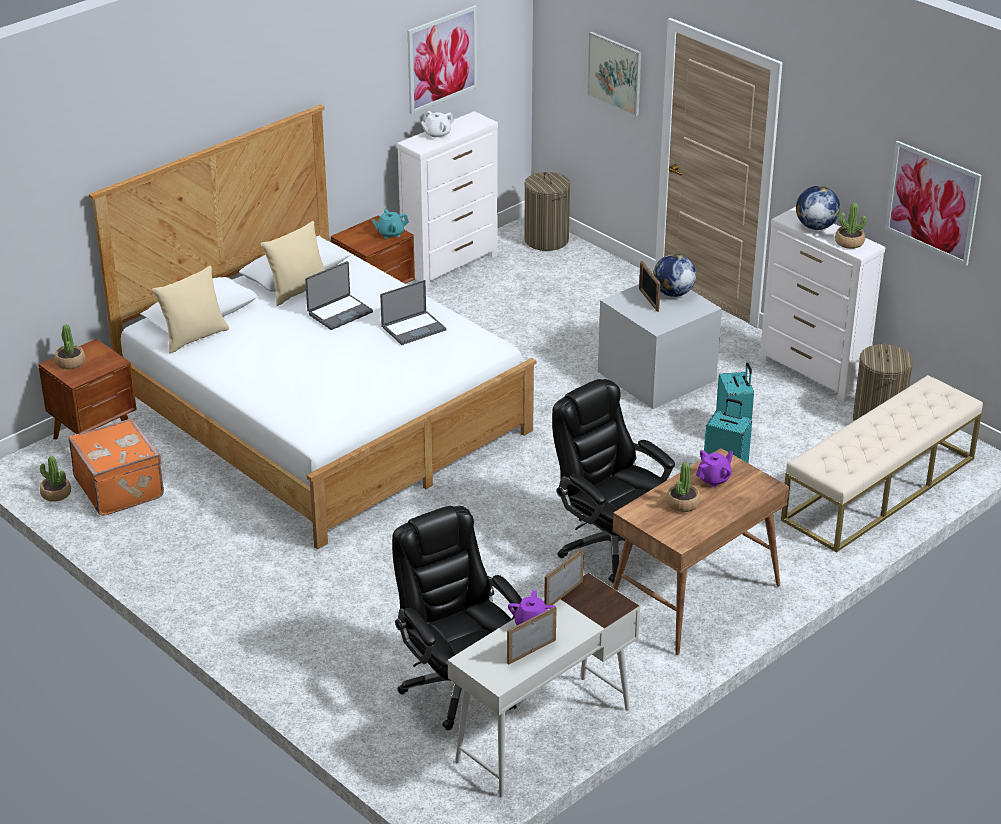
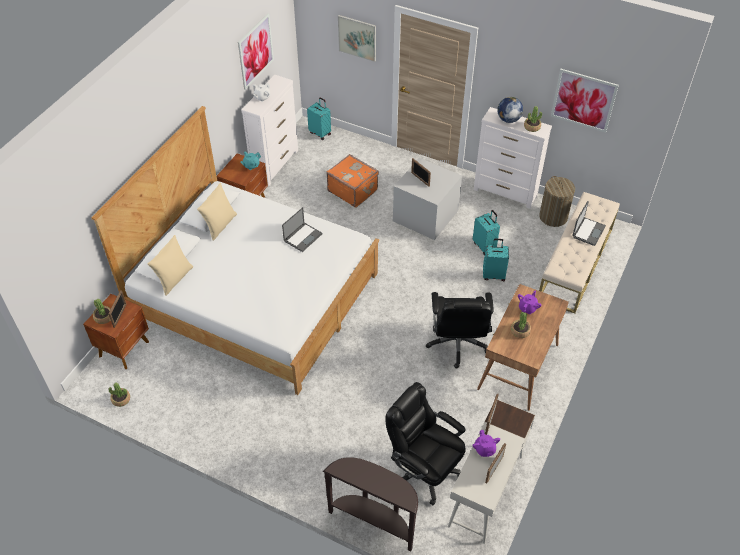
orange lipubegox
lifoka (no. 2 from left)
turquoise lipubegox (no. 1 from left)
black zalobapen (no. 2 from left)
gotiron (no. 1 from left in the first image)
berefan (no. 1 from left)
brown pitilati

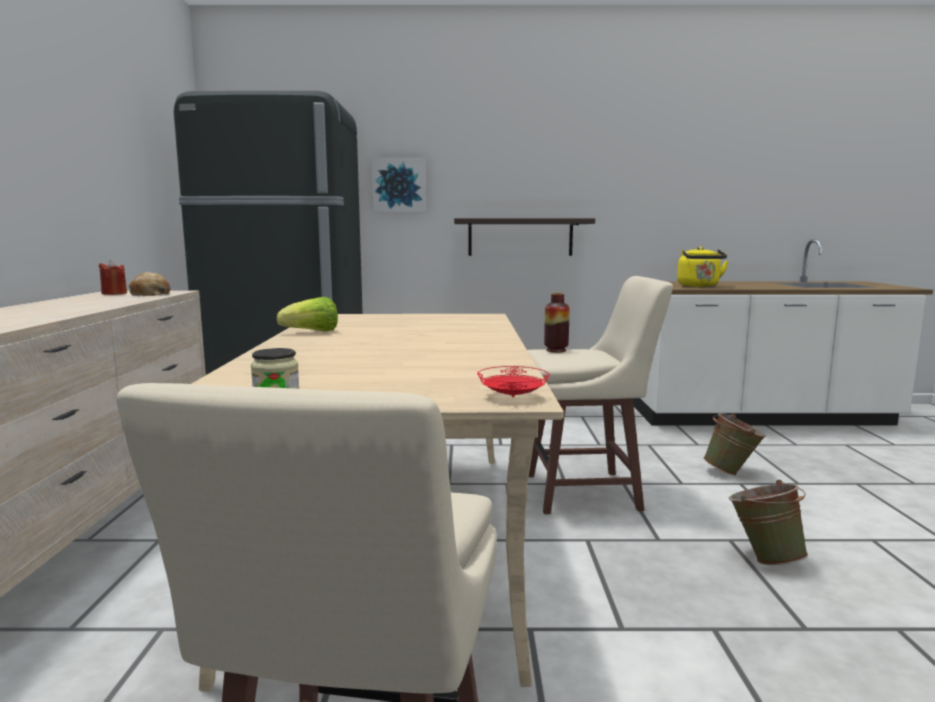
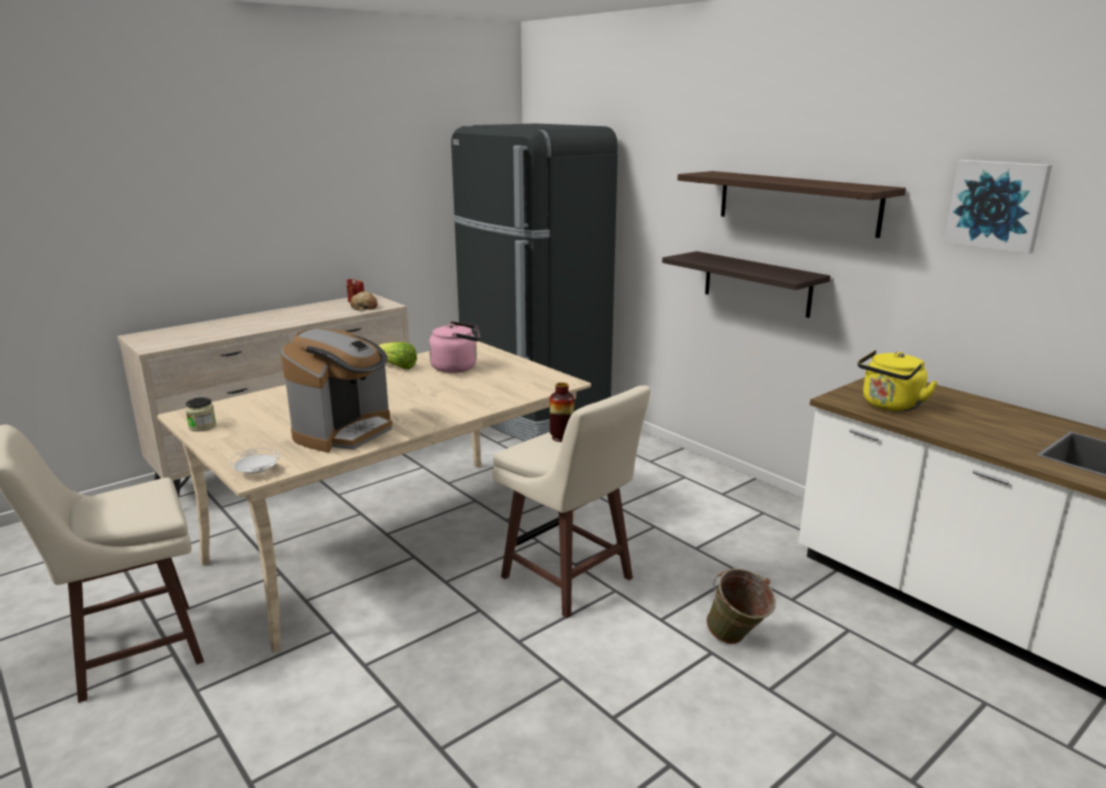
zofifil
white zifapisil
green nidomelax (no. 2 from left in the first image)
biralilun
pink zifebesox
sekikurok (no. 2 from left)

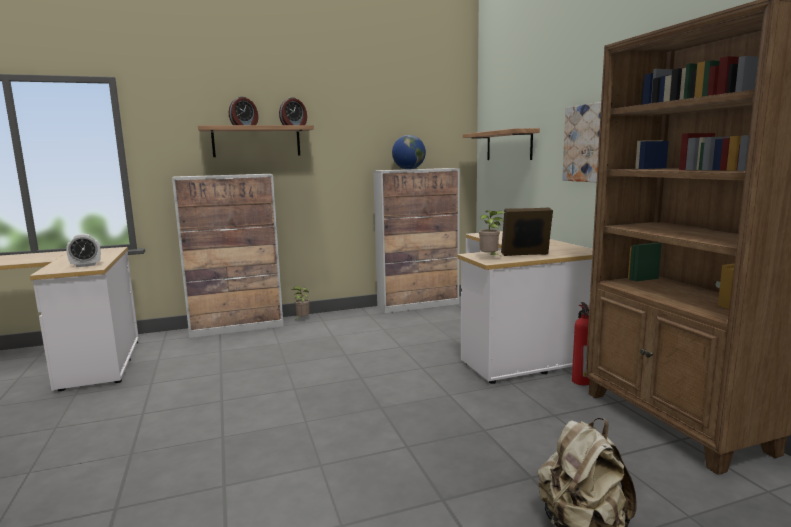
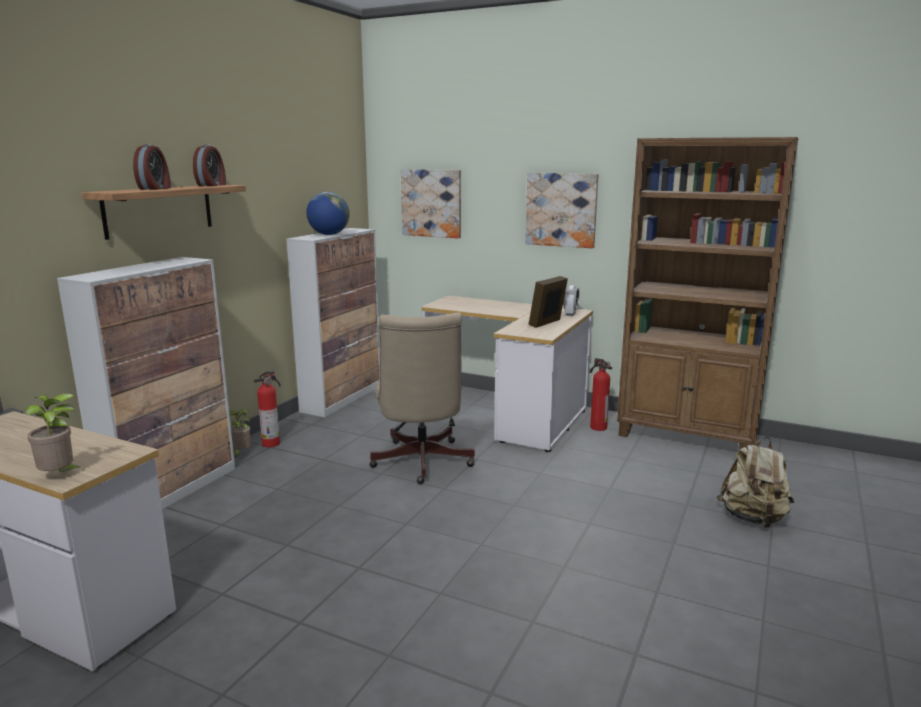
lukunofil (no. 3 from left)
zofifil (no. 1 from left)
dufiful (no. 1 from left)
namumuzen (no. 1 from left)
beige zalobapen

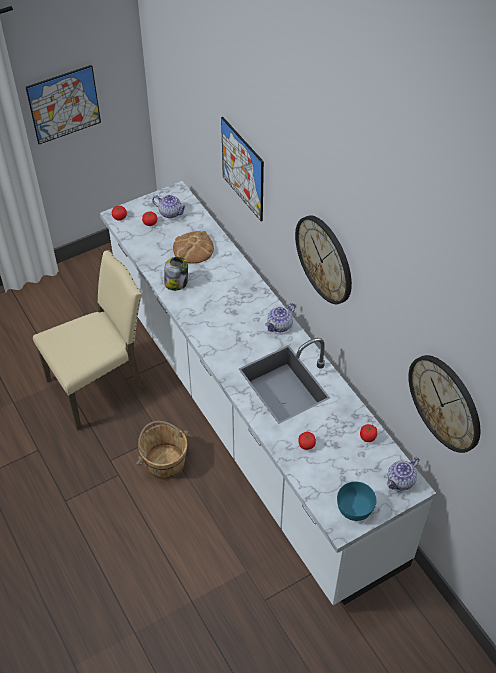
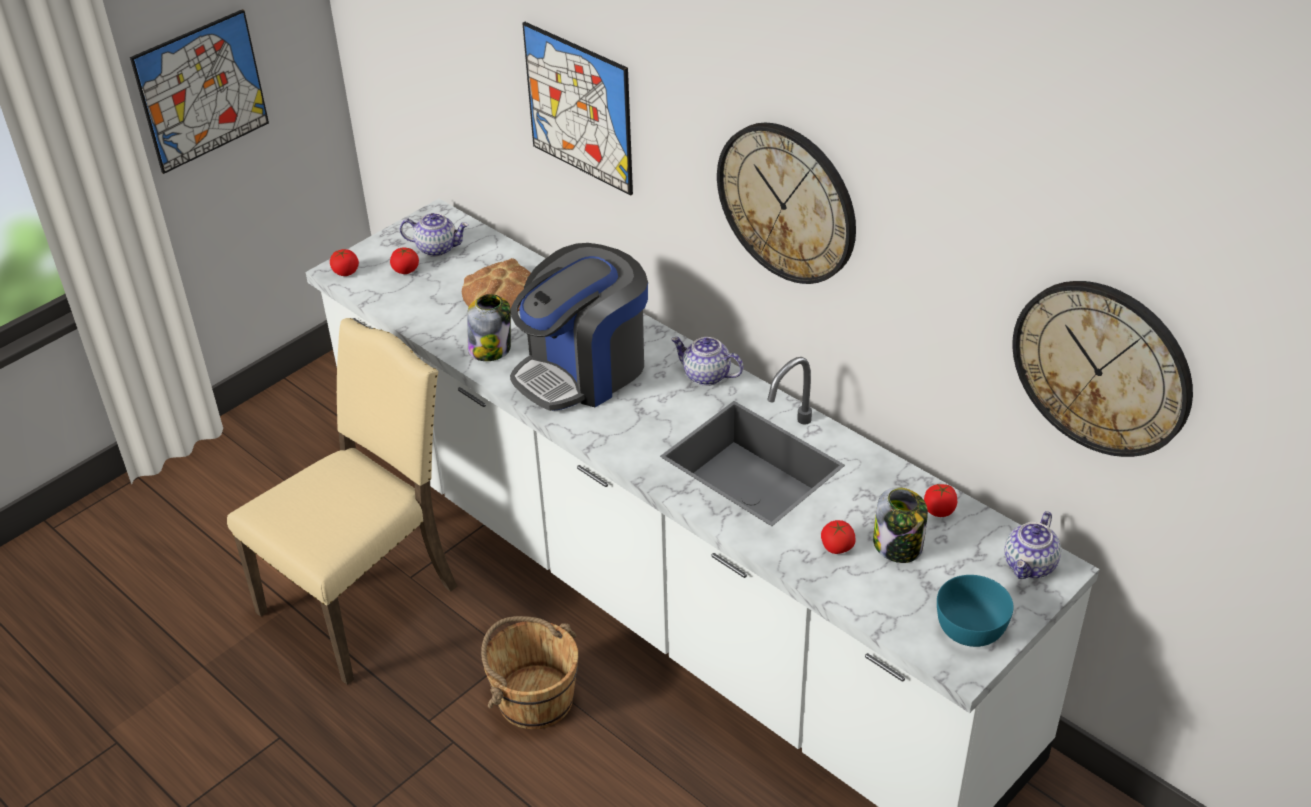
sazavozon (no. 2 from left)
biralilun
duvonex (no. 2 from left)

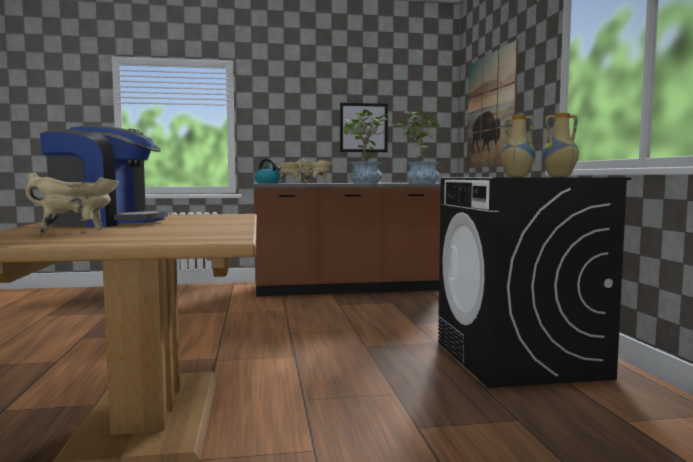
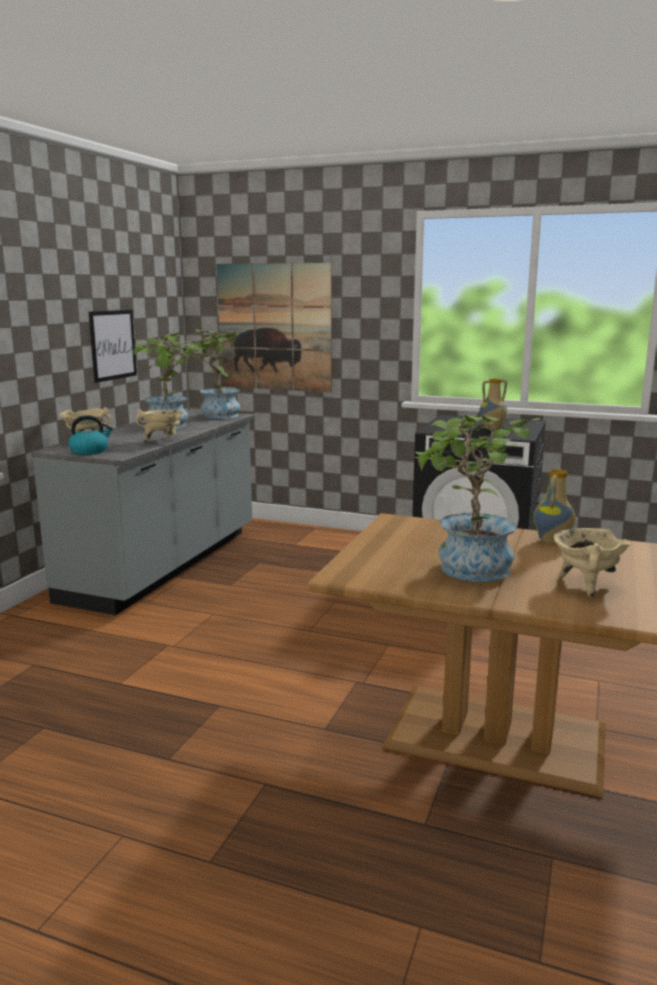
dufiful (no. 3 from left)
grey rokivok
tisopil (no. 2 from left)

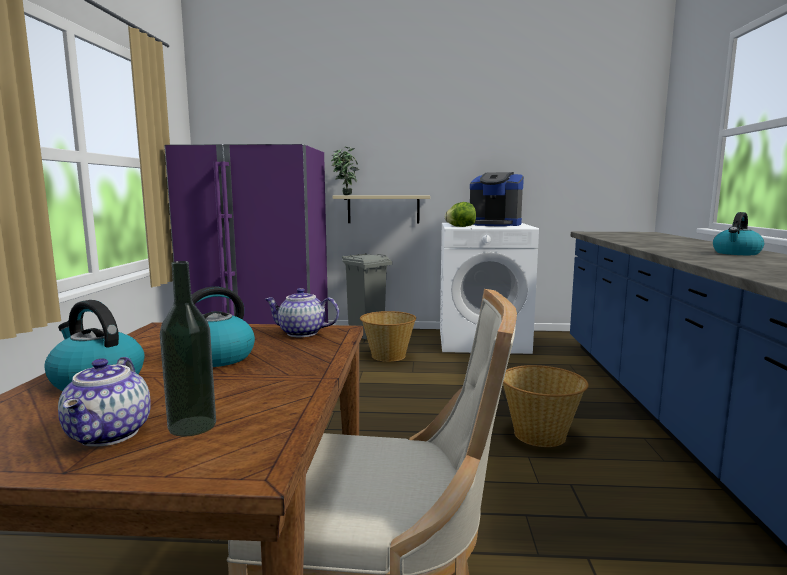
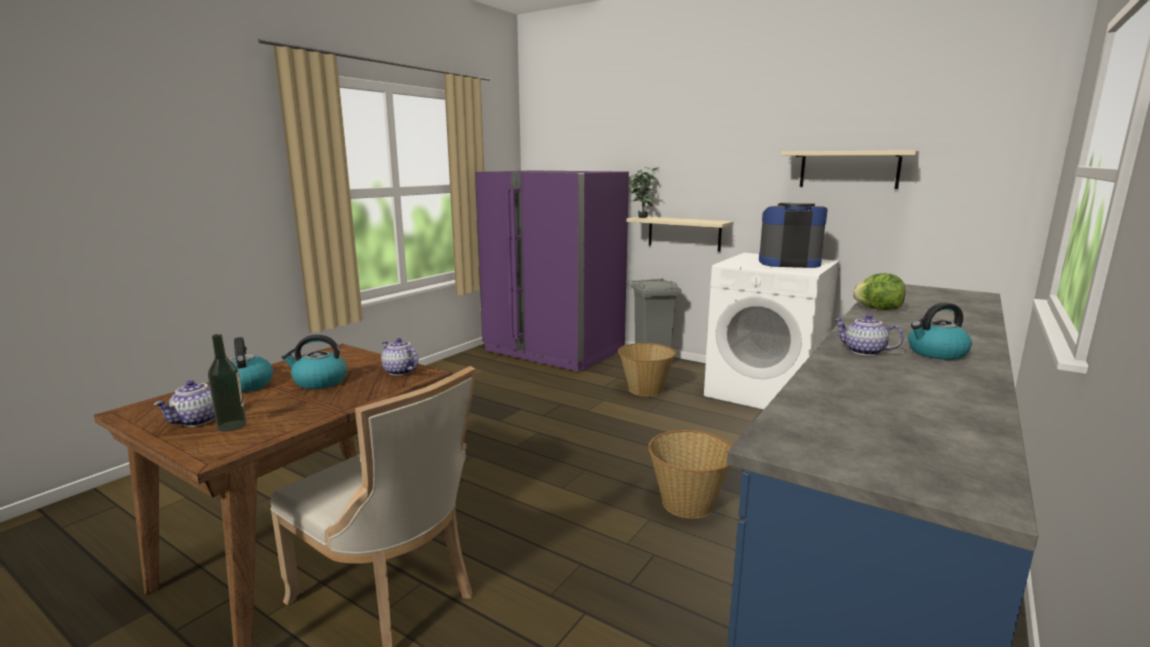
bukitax
biralilun
beige sekikurok (no. 2 from left)
sazavozon (no. 3 from left)

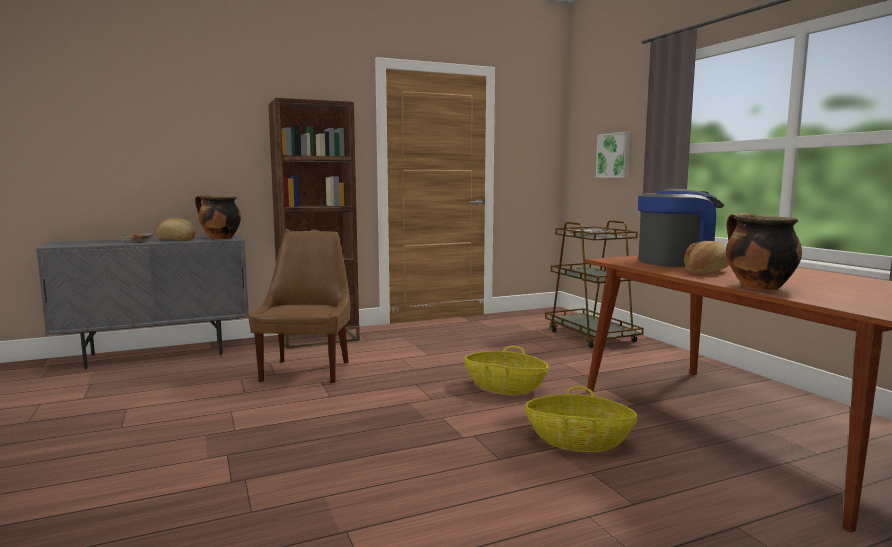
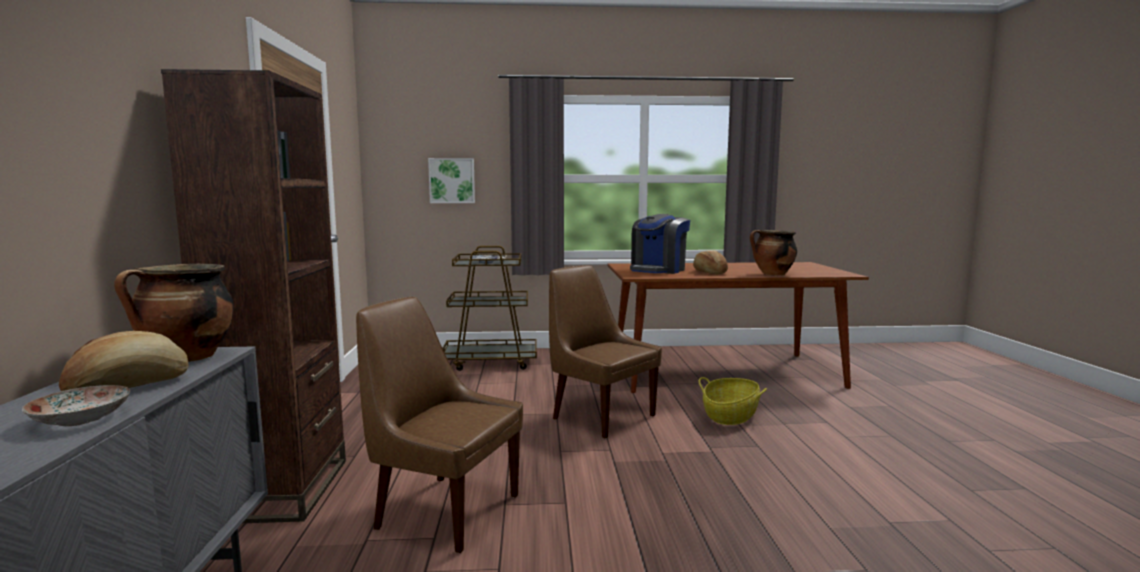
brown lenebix (no. 2 from left)
biralilun

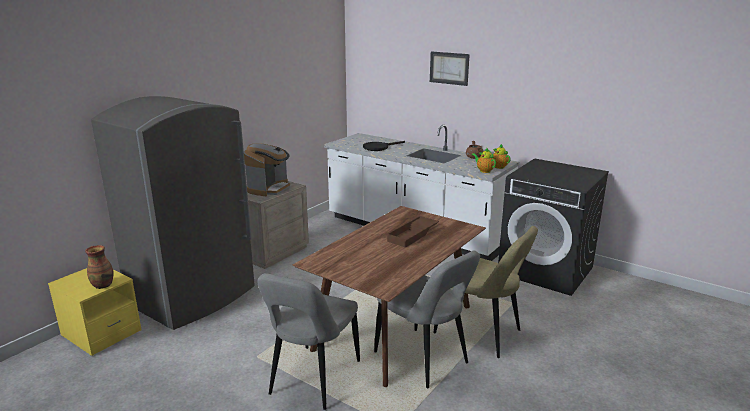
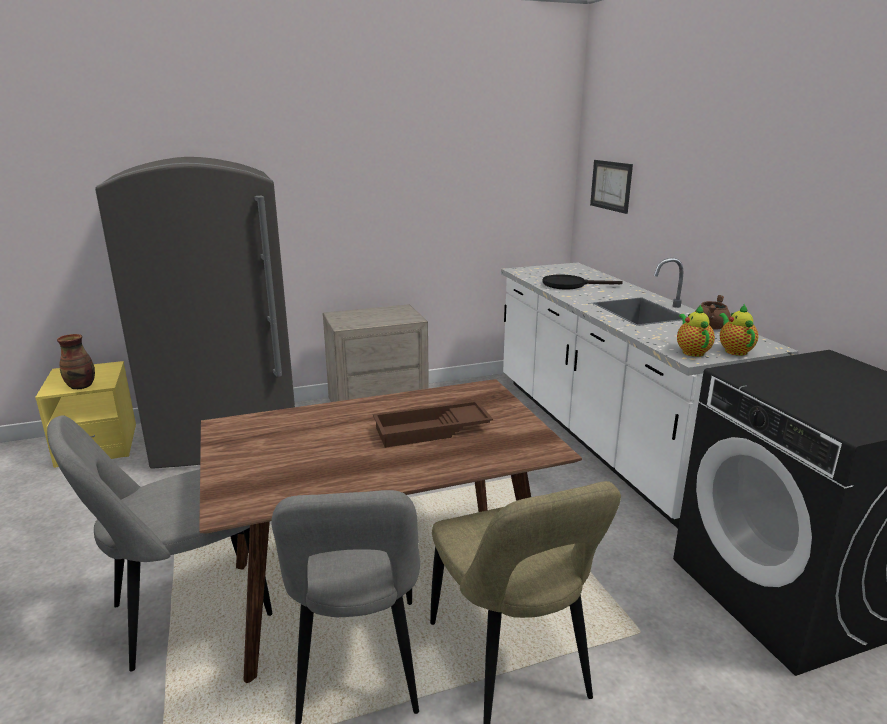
biralilun
zofifil

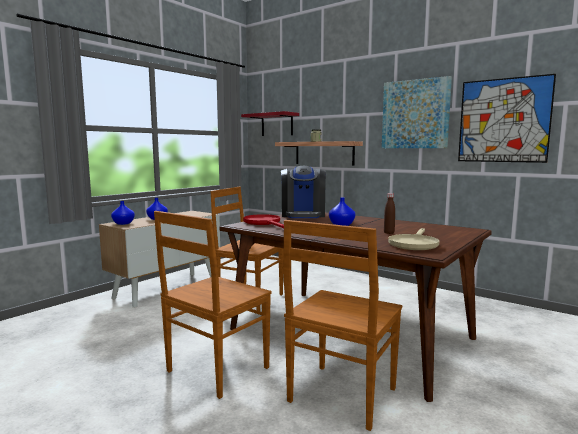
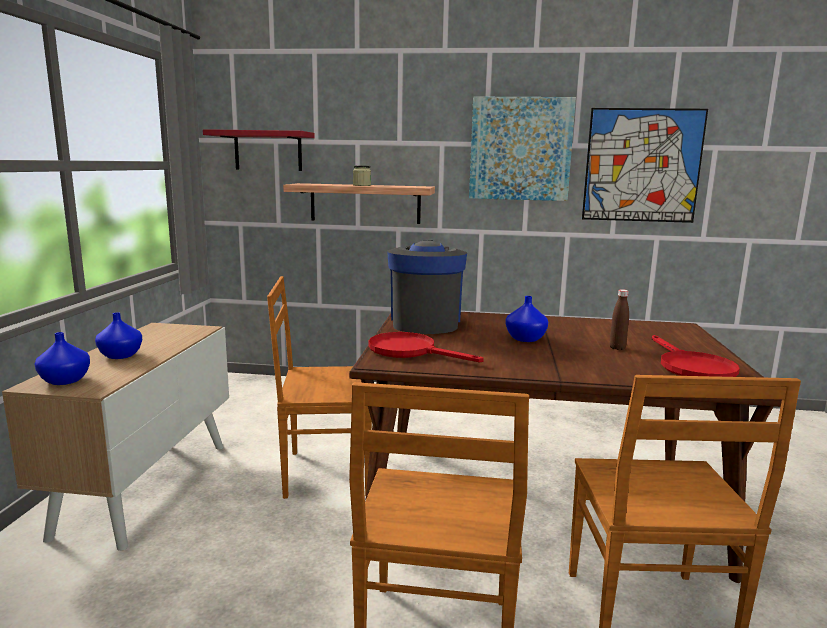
biralilun
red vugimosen (no. 2 from left)

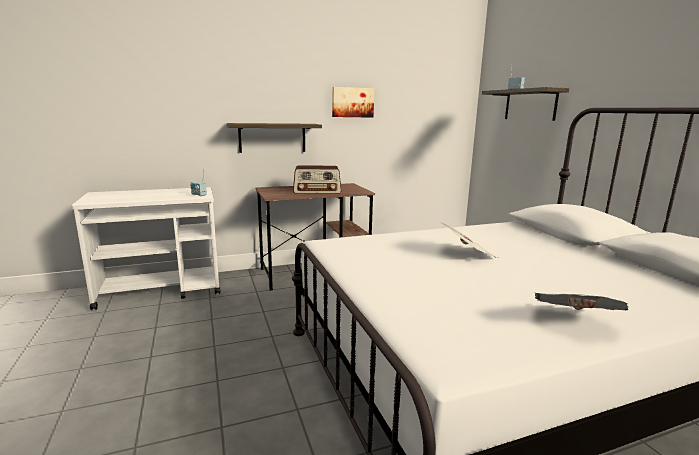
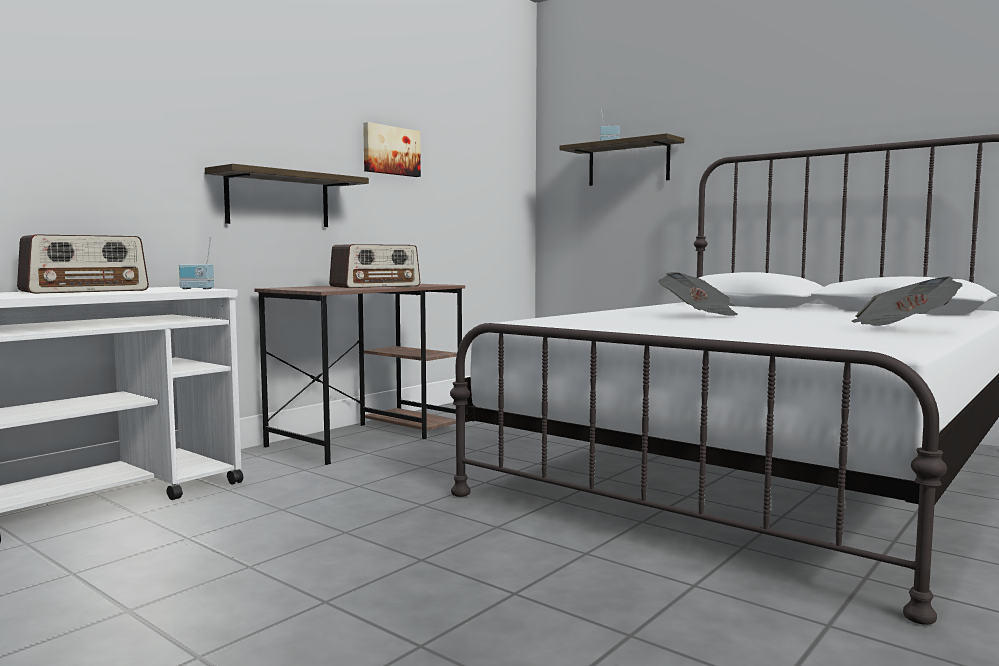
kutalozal (no. 1 from left)

